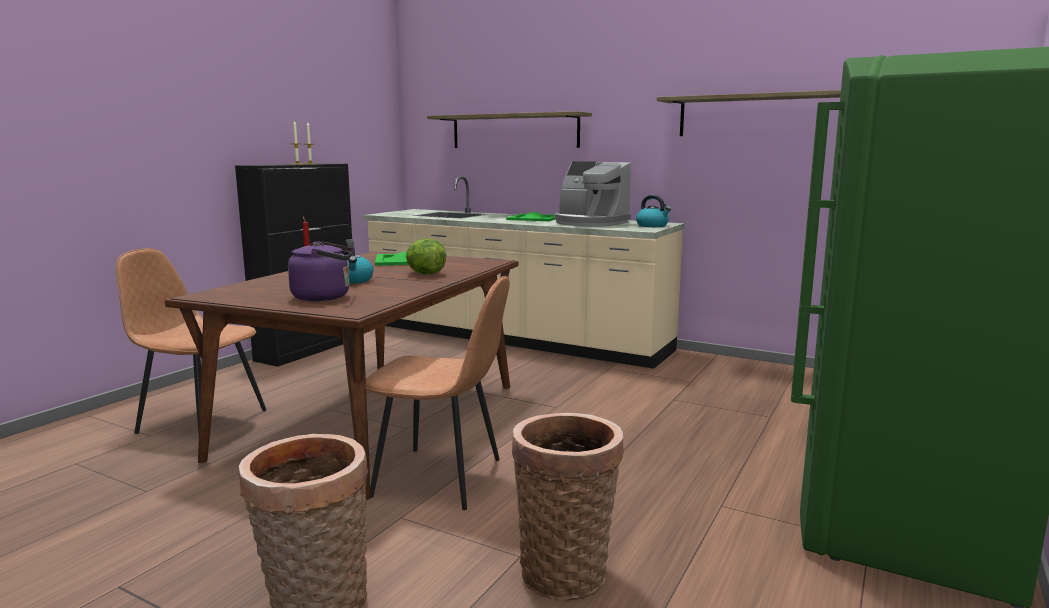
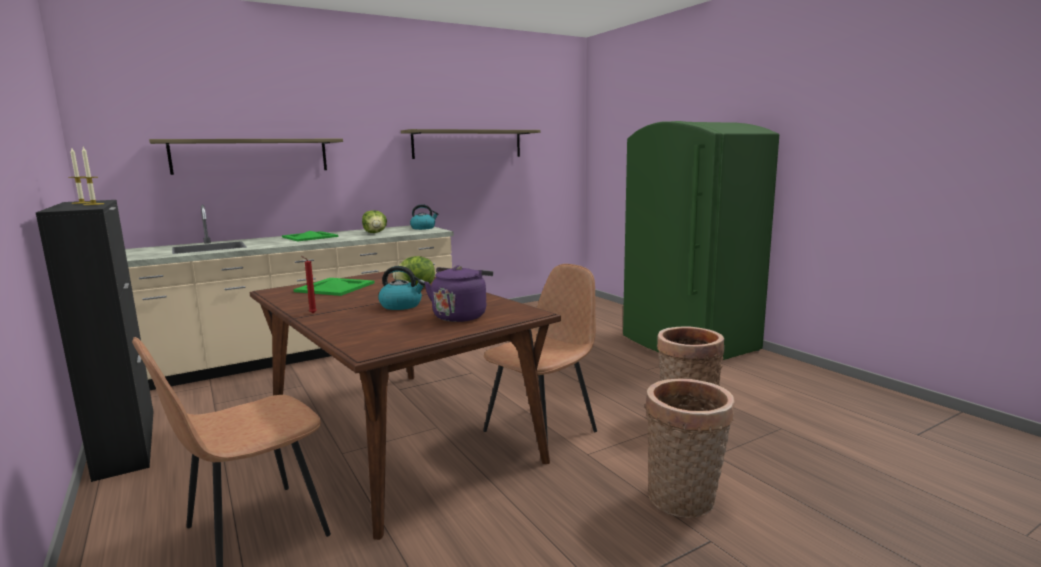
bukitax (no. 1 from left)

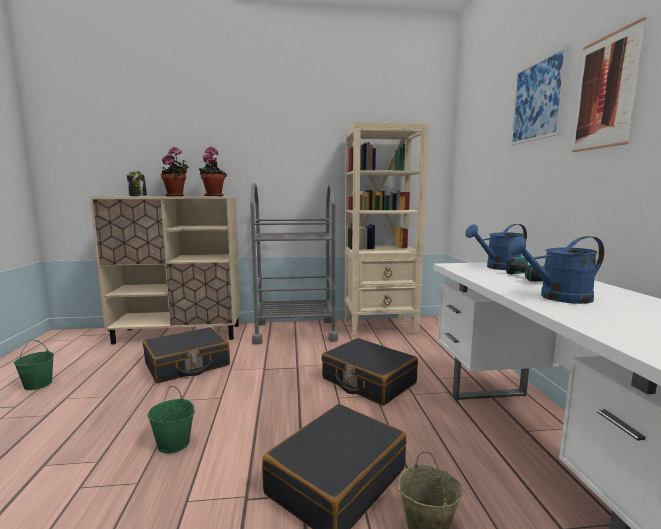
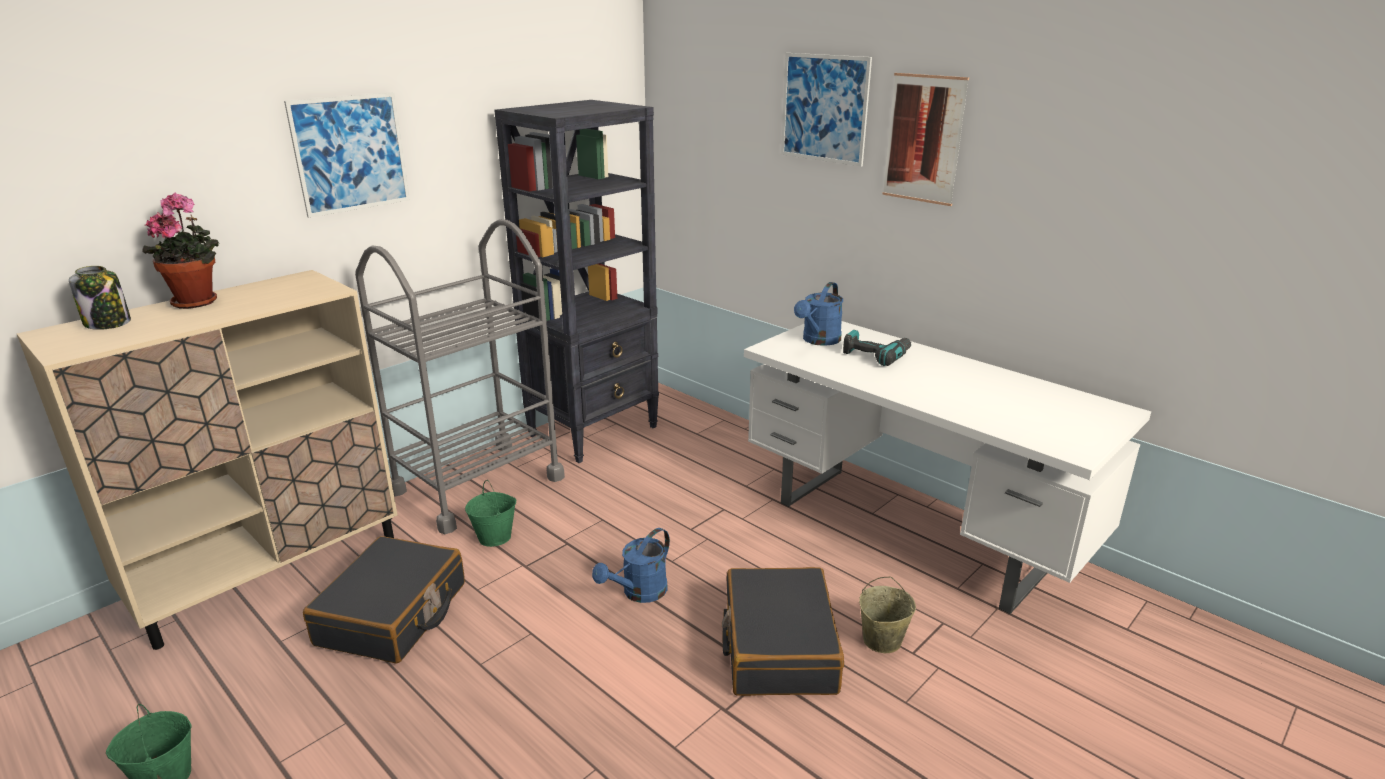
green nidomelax (no. 2 from left)
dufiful (no. 2 from left in the first image)
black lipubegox (no. 3 from left in the first image)
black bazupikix
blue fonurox (no. 1 from left)
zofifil (no. 1 from left)

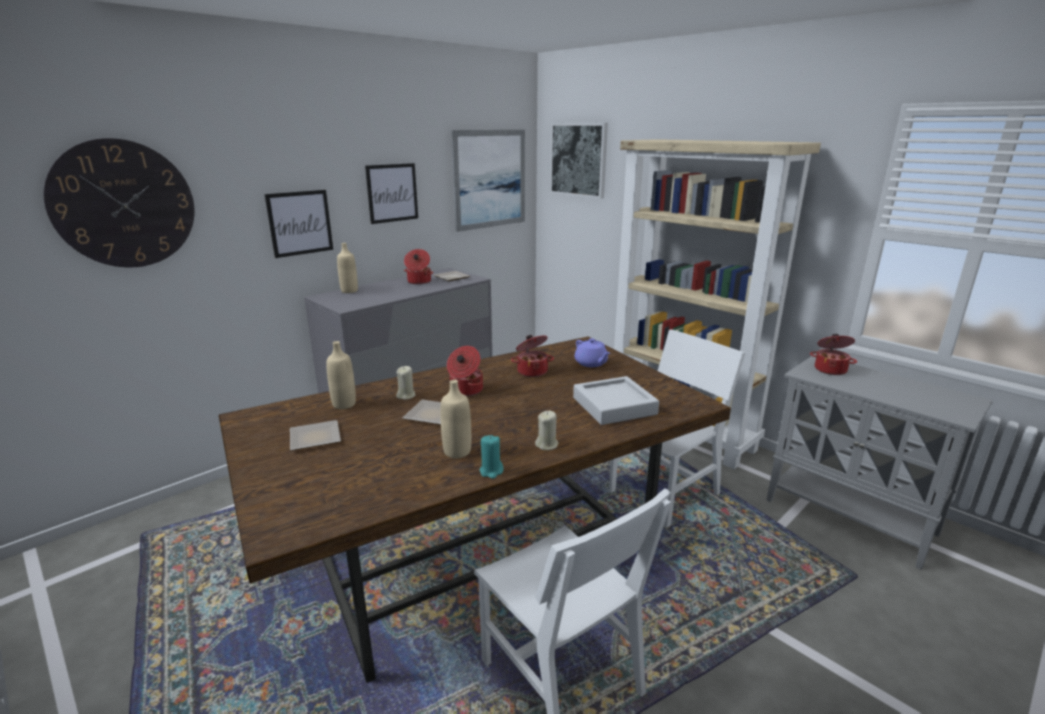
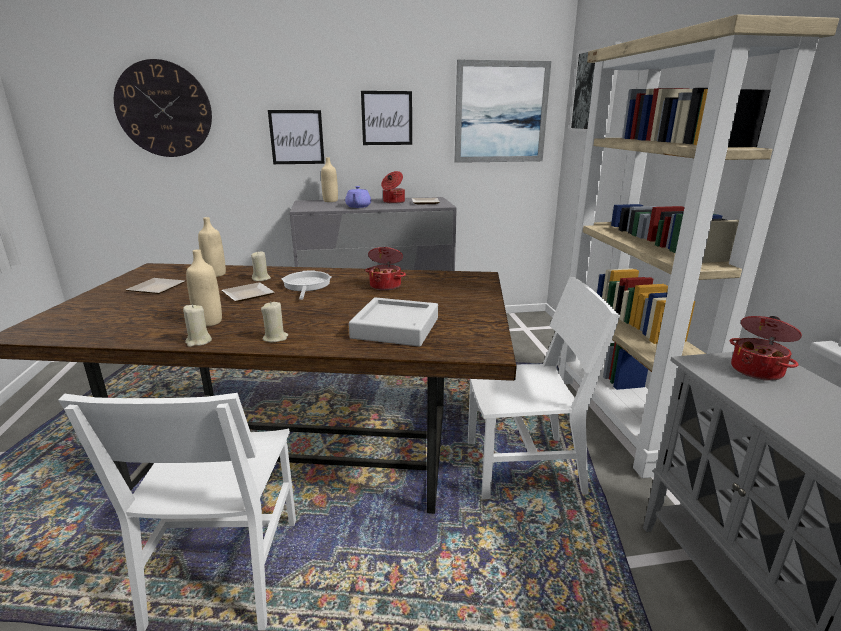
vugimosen
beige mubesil (no. 1 from left)
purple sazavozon

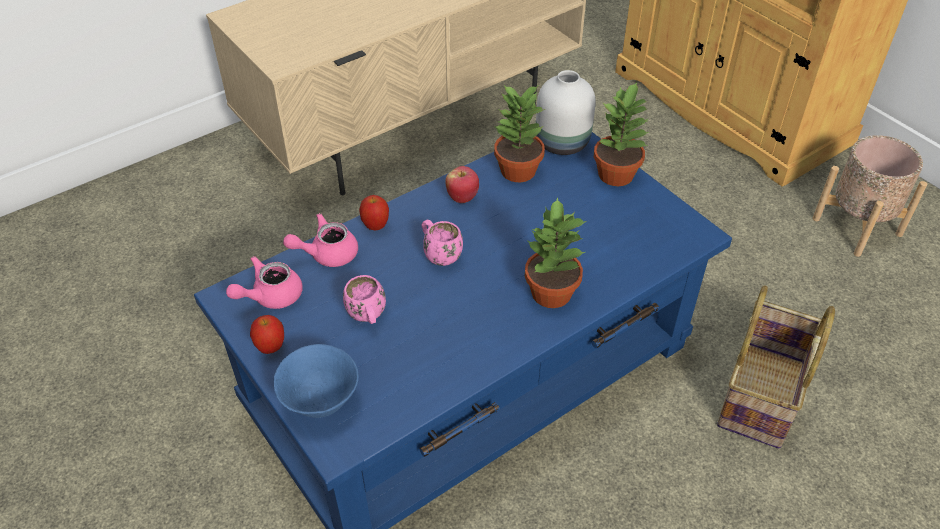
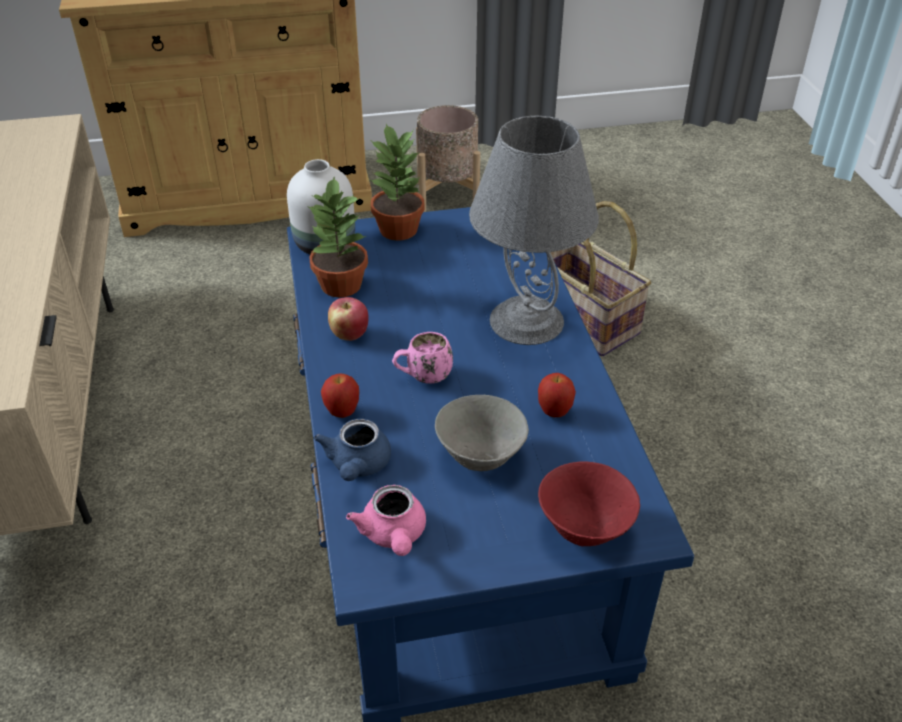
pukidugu (no. 3 from left)
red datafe
blue sazavozon
grey datafe
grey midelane

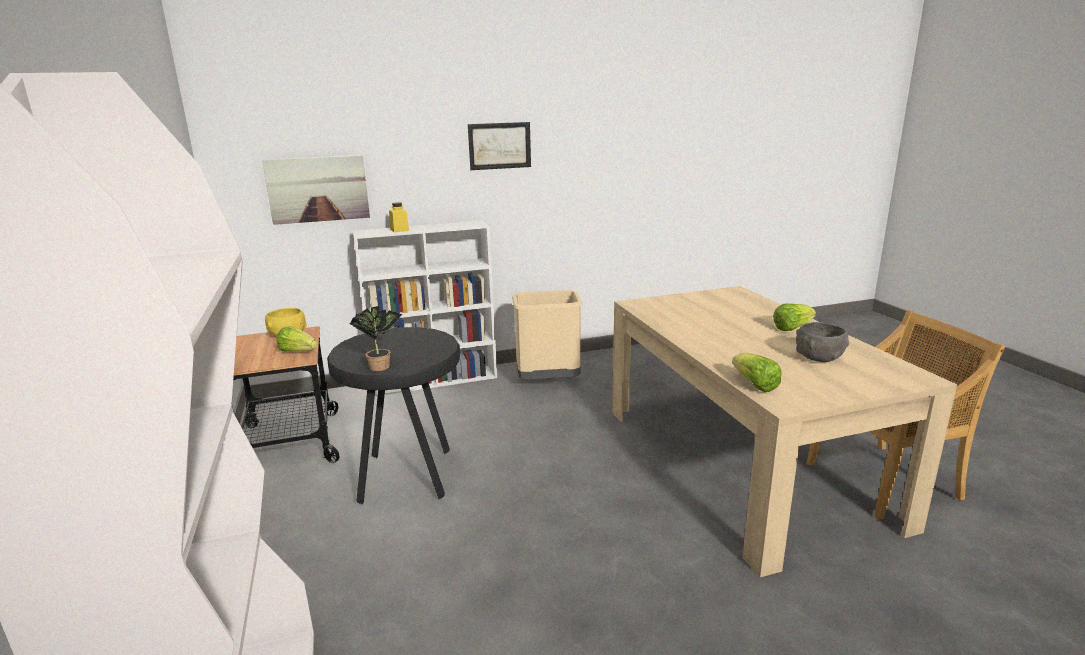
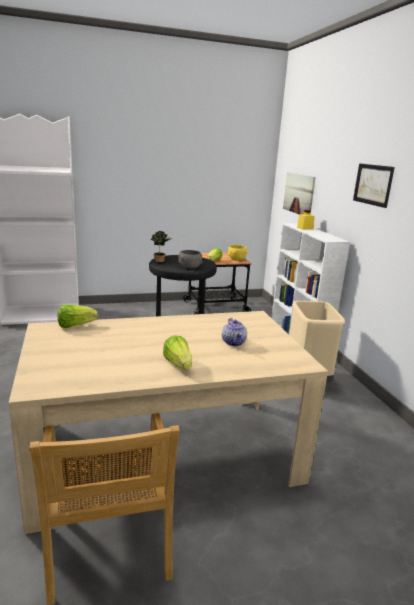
grey datafe
sazavozon

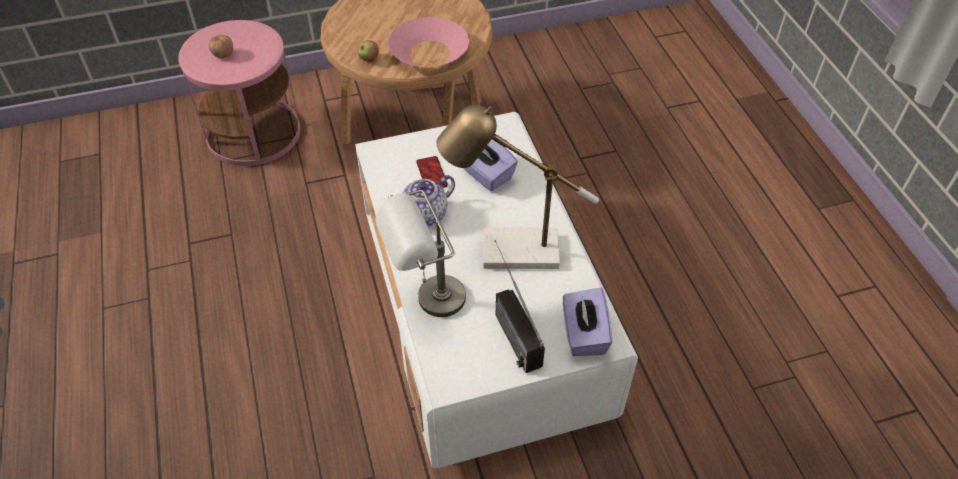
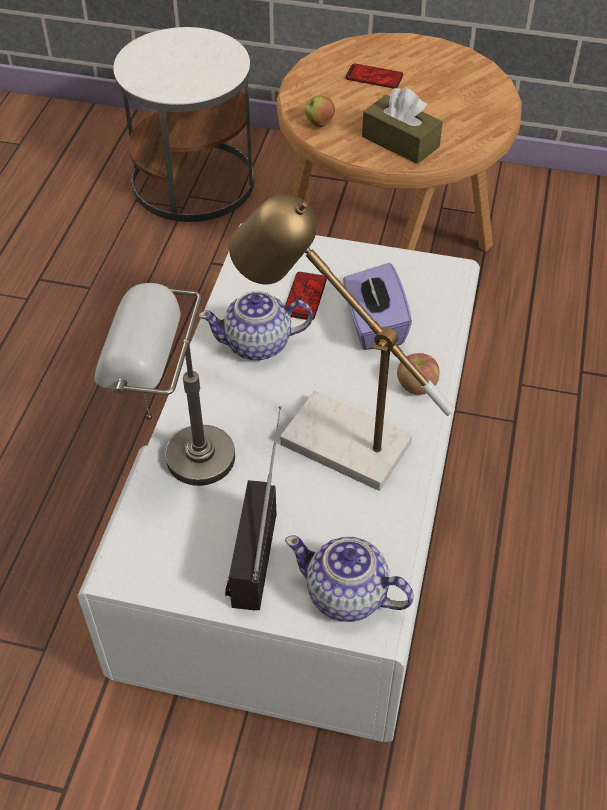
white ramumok
pukidugu (no. 2 from left)
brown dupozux
sazavozon (no. 2 from left)
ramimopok (no. 2 from left)

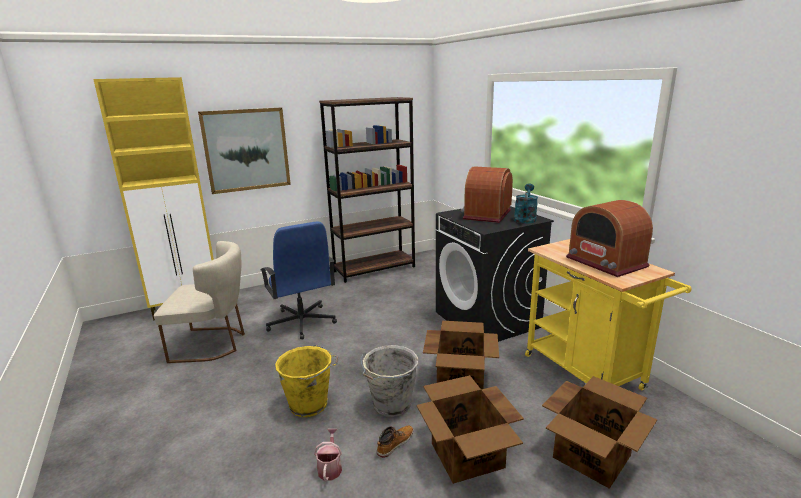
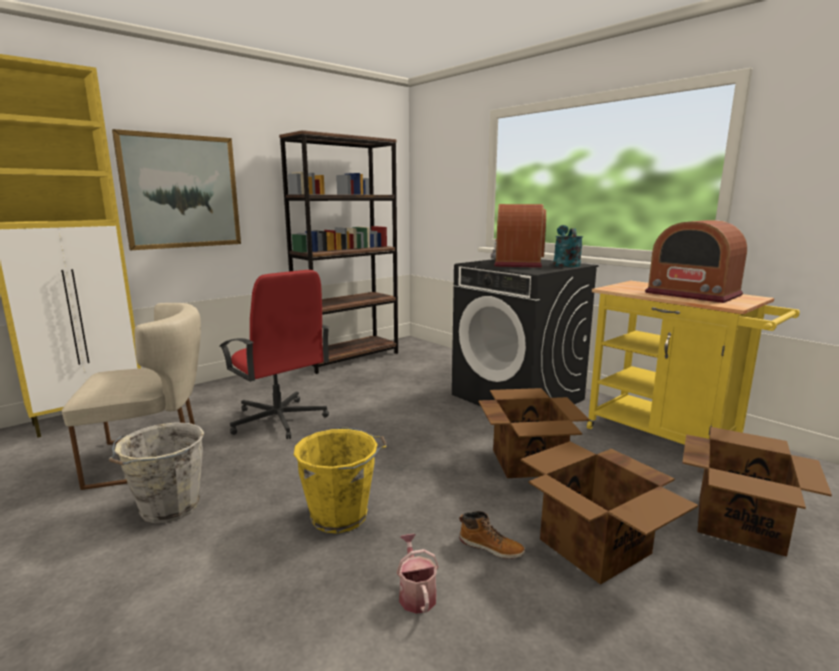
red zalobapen
grey nidomelax
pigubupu

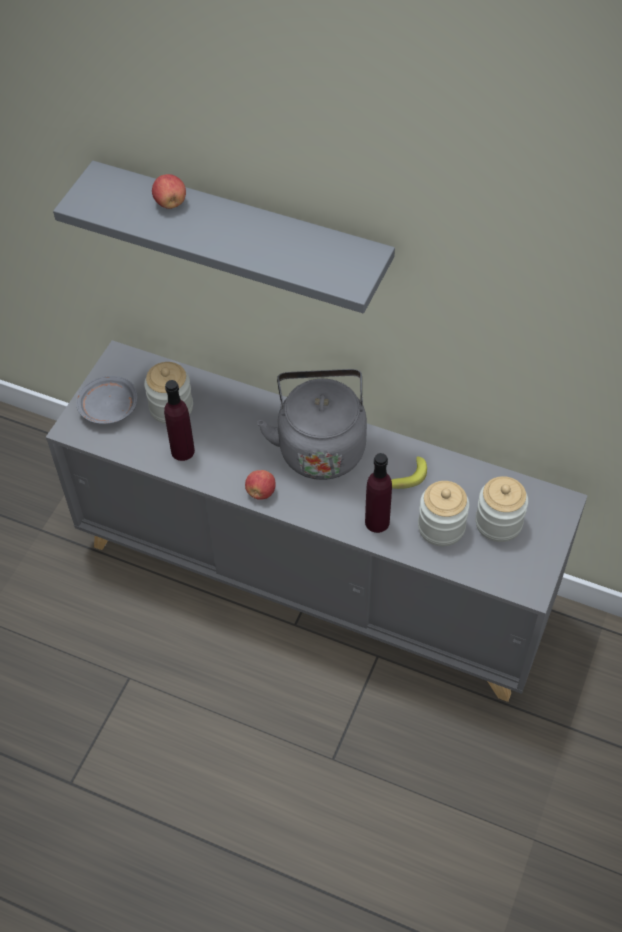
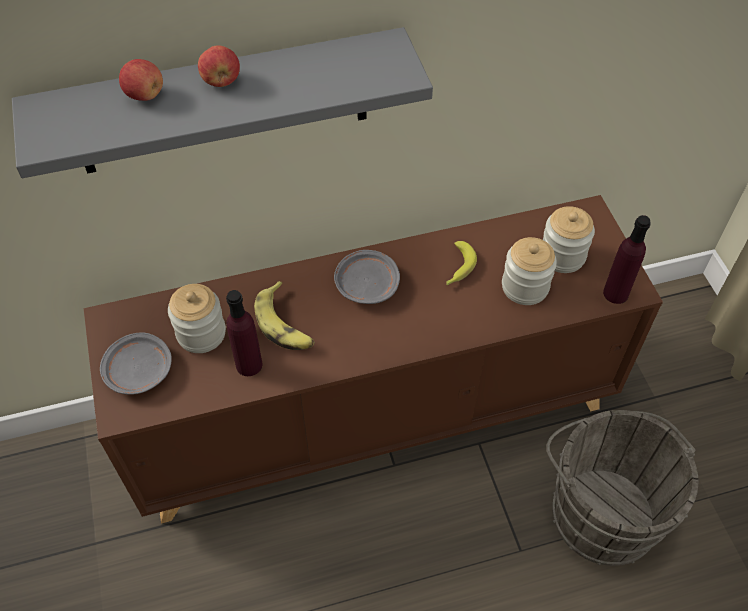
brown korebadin
pukidugu (no. 2 from left)
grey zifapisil (no. 2 from left)
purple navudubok (no. 2 from left)
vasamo (no. 1 from left)
grey nidomelax

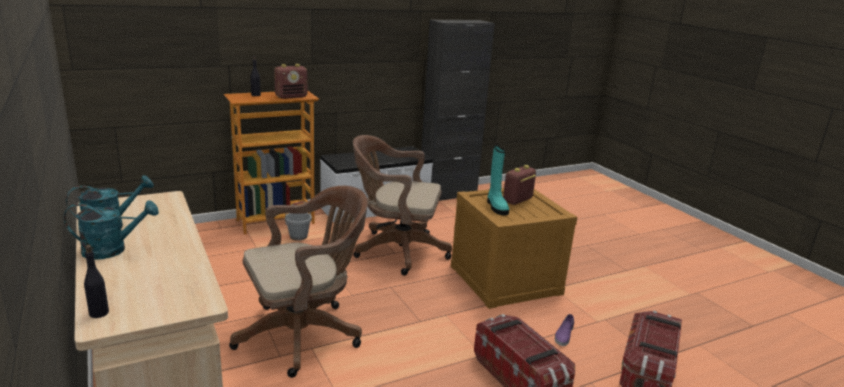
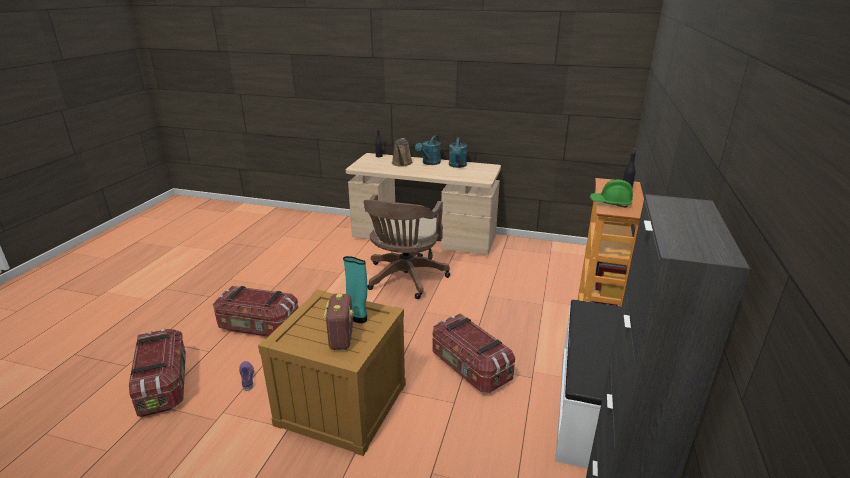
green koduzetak
grey nidomelax
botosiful (no. 3 from left)
brown fonurox

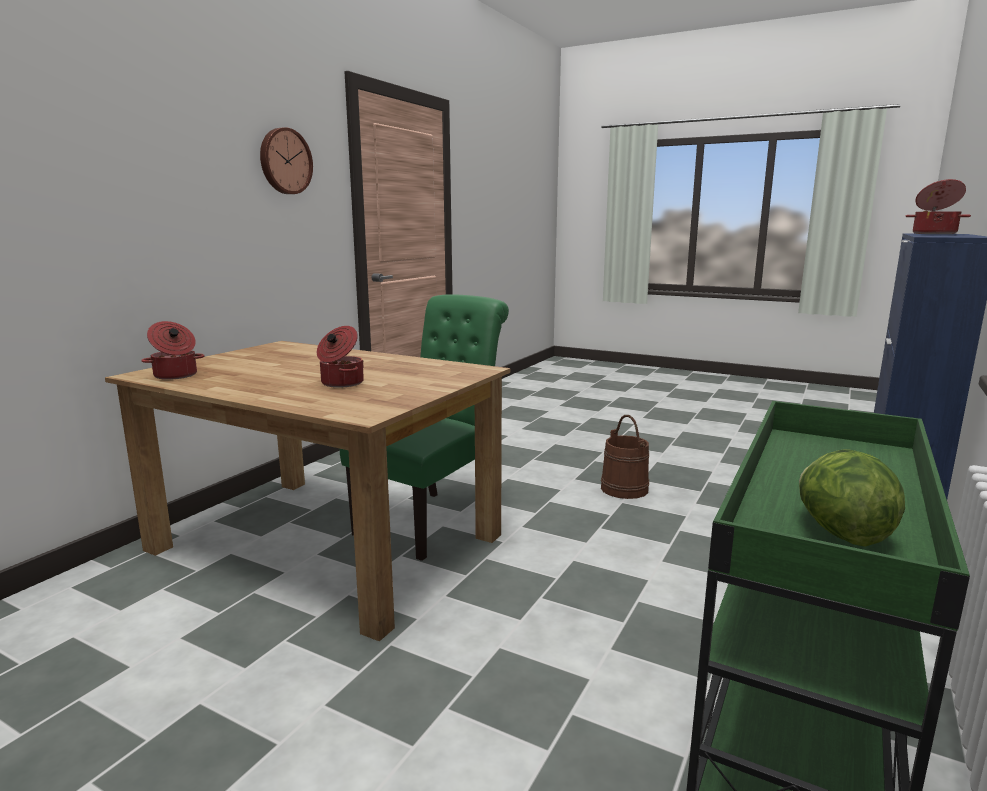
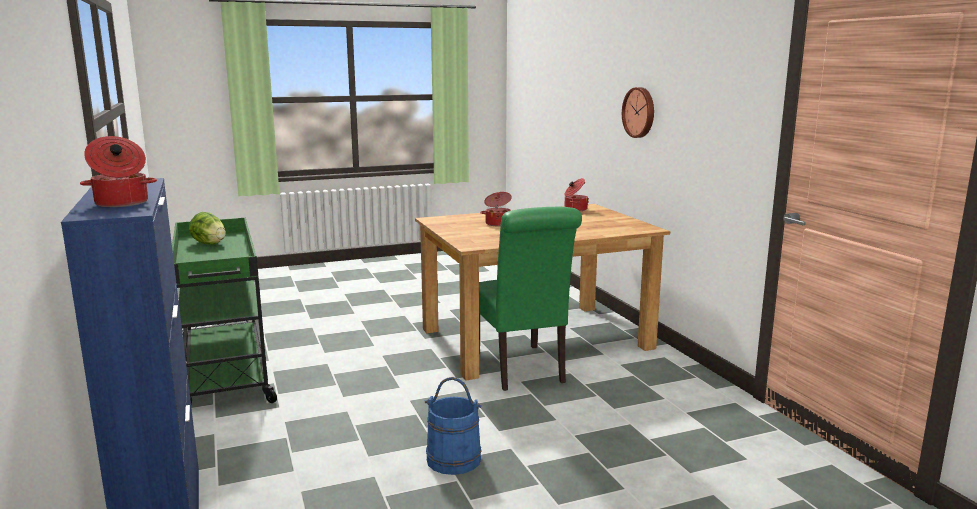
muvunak
blue nidomelax

